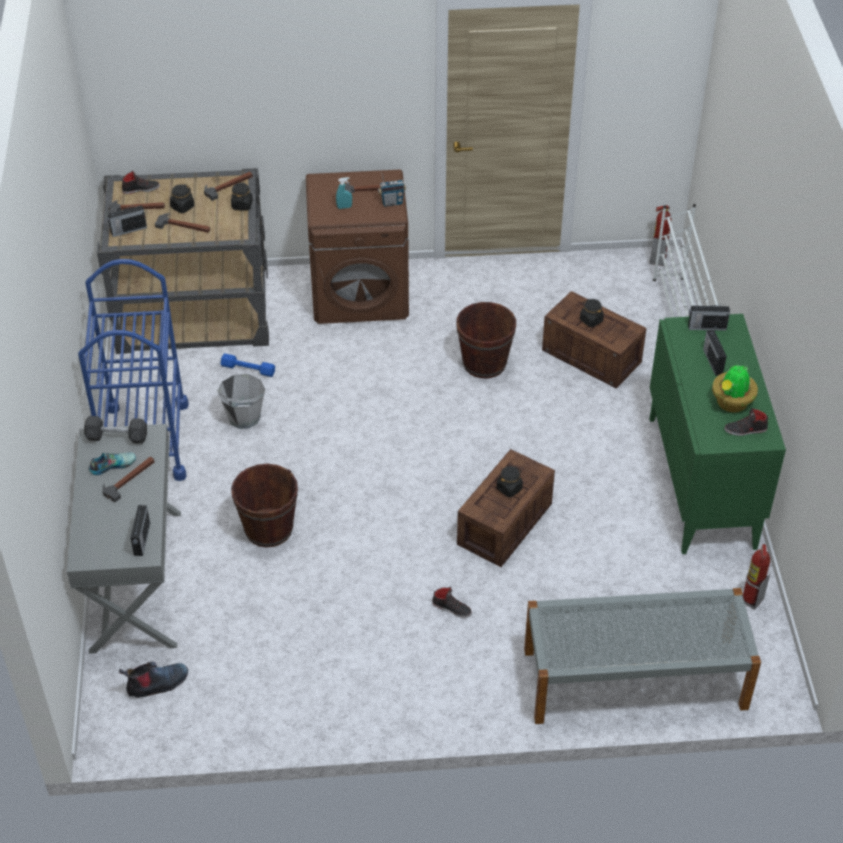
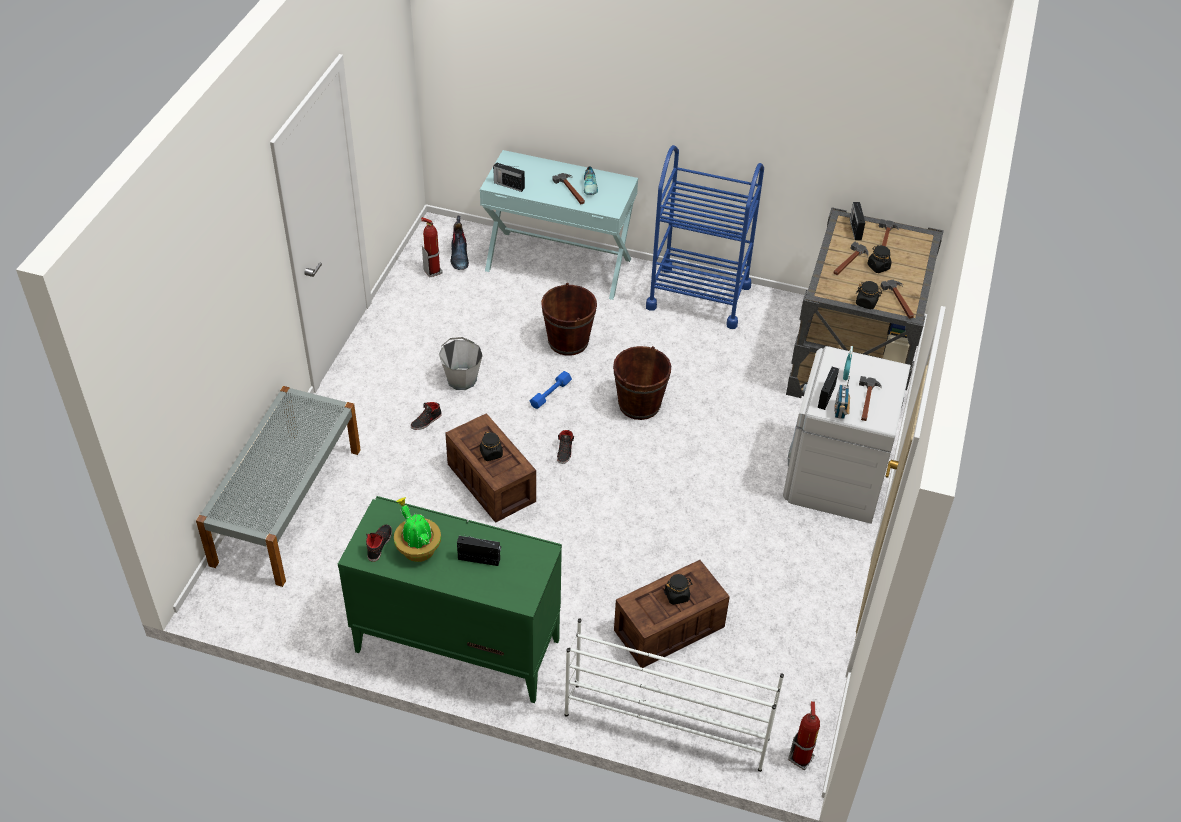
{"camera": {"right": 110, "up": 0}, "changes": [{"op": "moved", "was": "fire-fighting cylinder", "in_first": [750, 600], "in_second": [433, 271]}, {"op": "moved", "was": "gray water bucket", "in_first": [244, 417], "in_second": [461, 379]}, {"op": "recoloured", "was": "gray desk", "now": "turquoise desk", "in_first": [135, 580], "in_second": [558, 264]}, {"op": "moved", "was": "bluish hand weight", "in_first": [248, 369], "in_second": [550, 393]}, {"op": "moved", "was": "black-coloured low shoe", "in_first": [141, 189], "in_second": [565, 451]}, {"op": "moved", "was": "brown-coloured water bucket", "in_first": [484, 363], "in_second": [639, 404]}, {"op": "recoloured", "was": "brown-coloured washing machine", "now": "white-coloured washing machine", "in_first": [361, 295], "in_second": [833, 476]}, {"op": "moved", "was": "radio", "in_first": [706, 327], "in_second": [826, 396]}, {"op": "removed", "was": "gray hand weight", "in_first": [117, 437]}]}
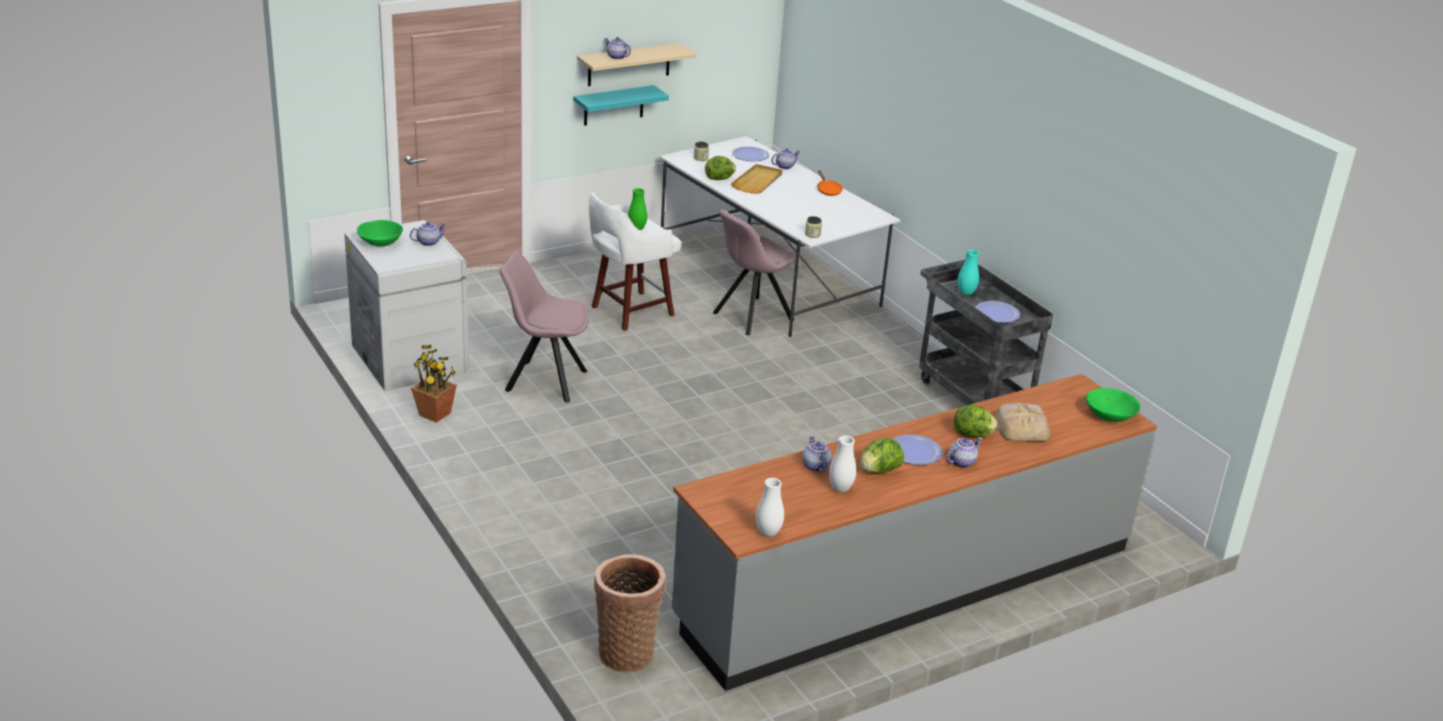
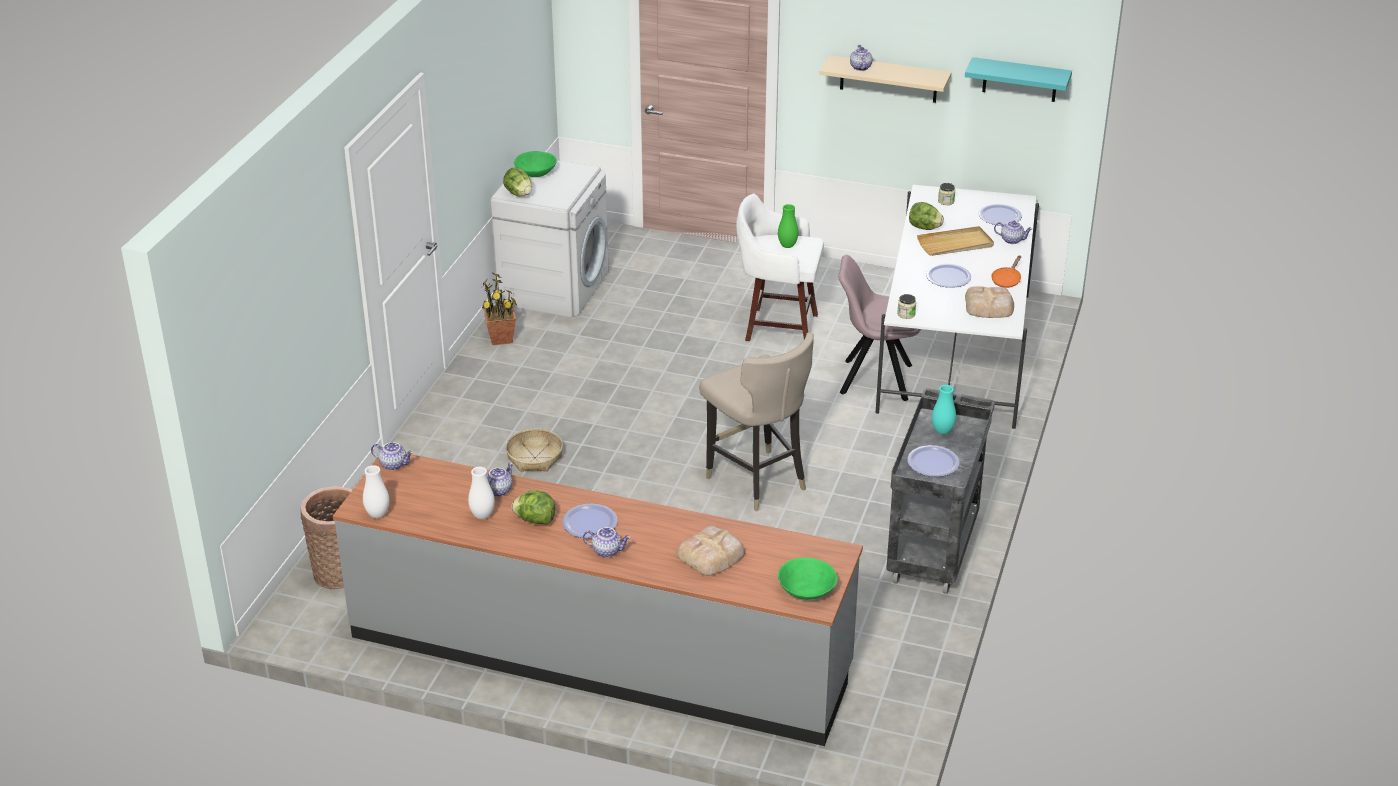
{"camera": {"right": 50, "up": 5}, "changes": [{"op": "moved", "was": "pot for tea", "in_first": [428, 242], "in_second": [394, 464]}, {"op": "moved", "was": "lettuce", "in_first": [972, 435], "in_second": [518, 194]}, {"op": "added", "now": "basket", "in_second": [534, 457]}, {"op": "added", "now": "beige-coloured stool seat", "in_second": [757, 481]}, {"op": "added", "now": "flat dish", "in_second": [948, 277]}, {"op": "moved", "was": "turquoise wall shelf", "in_first": [613, 105], "in_second": [1020, 80]}, {"op": "added", "now": "baked bread", "in_second": [989, 306]}, {"op": "removed", "was": "pink chair", "in_first": [545, 381]}]}
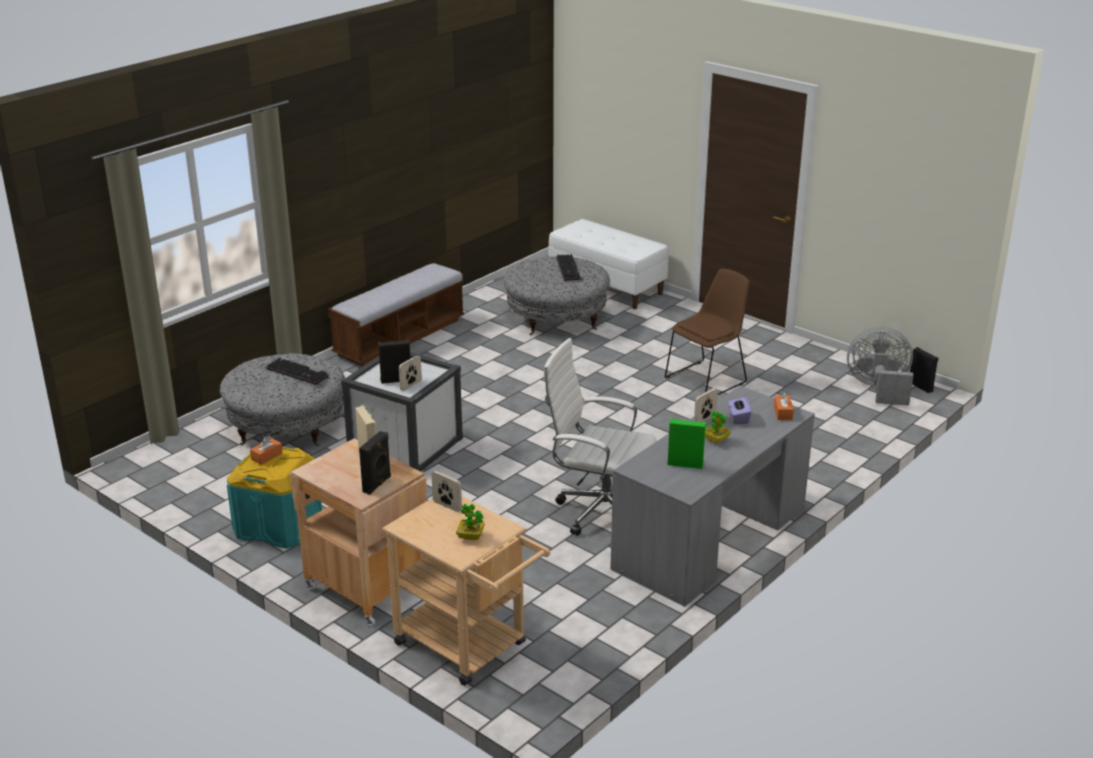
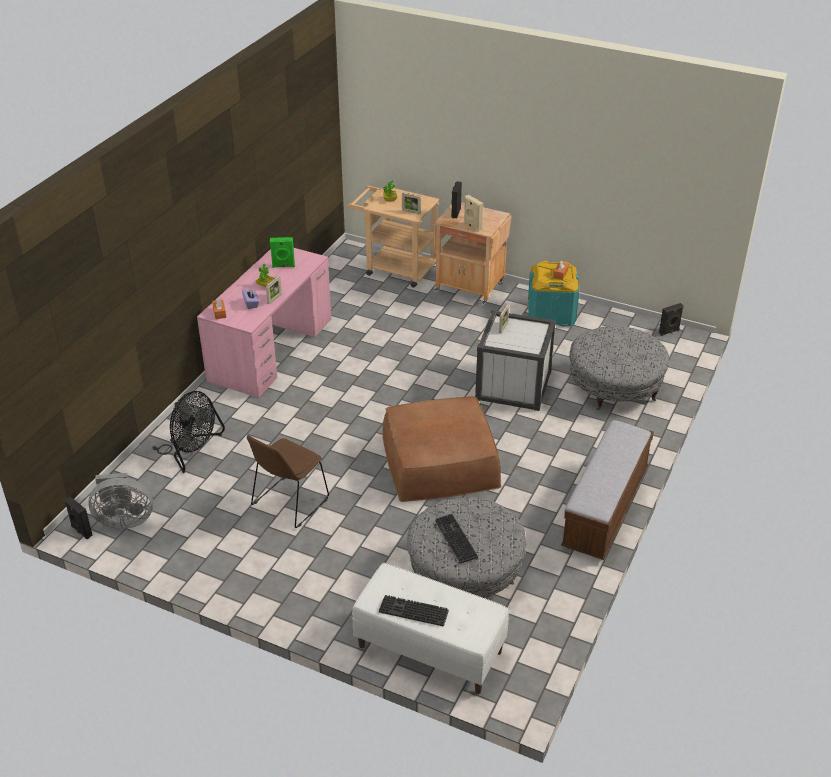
{"camera": {"right": 165, "up": 10}, "changes": [{"op": "added", "now": "black-coloured cooling fan", "in_second": [190, 450]}, {"op": "recoloured", "was": "gray desk", "now": "pink desk", "in_first": [709, 538], "in_second": [271, 349]}, {"op": "moved", "was": "PC keyboard", "in_first": [299, 373], "in_second": [412, 612]}, {"op": "added", "now": "brown-coloured pouffe", "in_second": [440, 461]}, {"op": "moved", "was": "black-coloured audio speaker", "in_first": [396, 380], "in_second": [669, 332]}, {"op": "removed", "was": "white-coloured office chair", "in_first": [599, 511]}]}
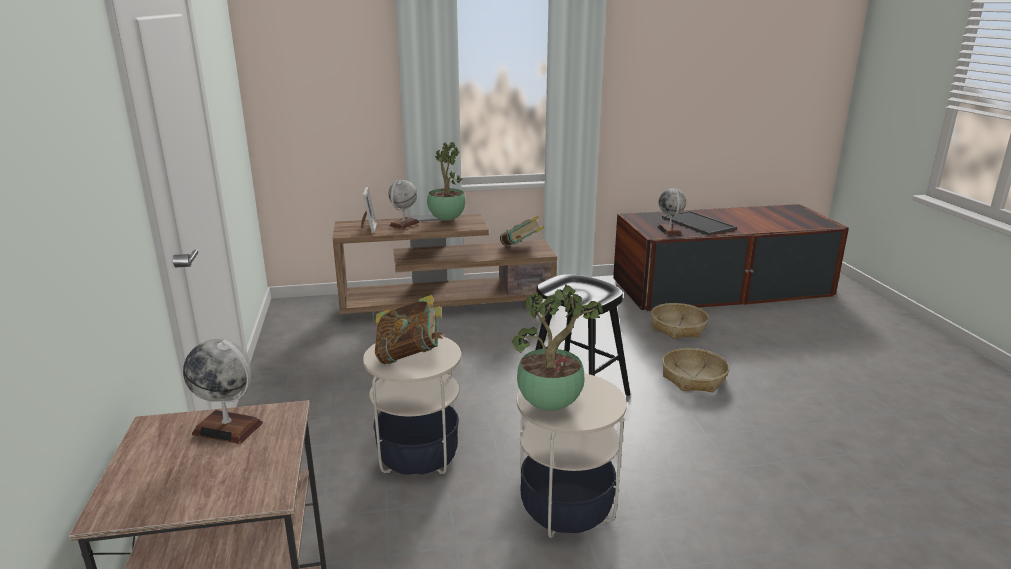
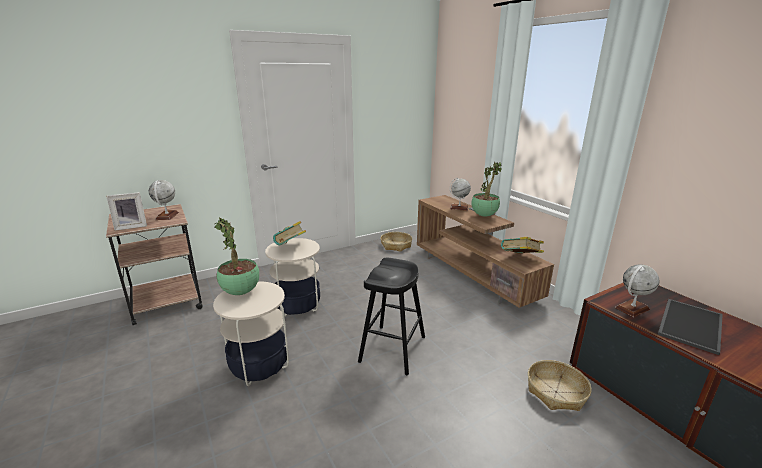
{"camera": {"right": 70, "up": 0}, "changes": [{"op": "moved", "was": "picture frame", "in_first": [368, 228], "in_second": [131, 226]}, {"op": "moved", "was": "basket", "in_first": [694, 378], "in_second": [396, 245]}]}
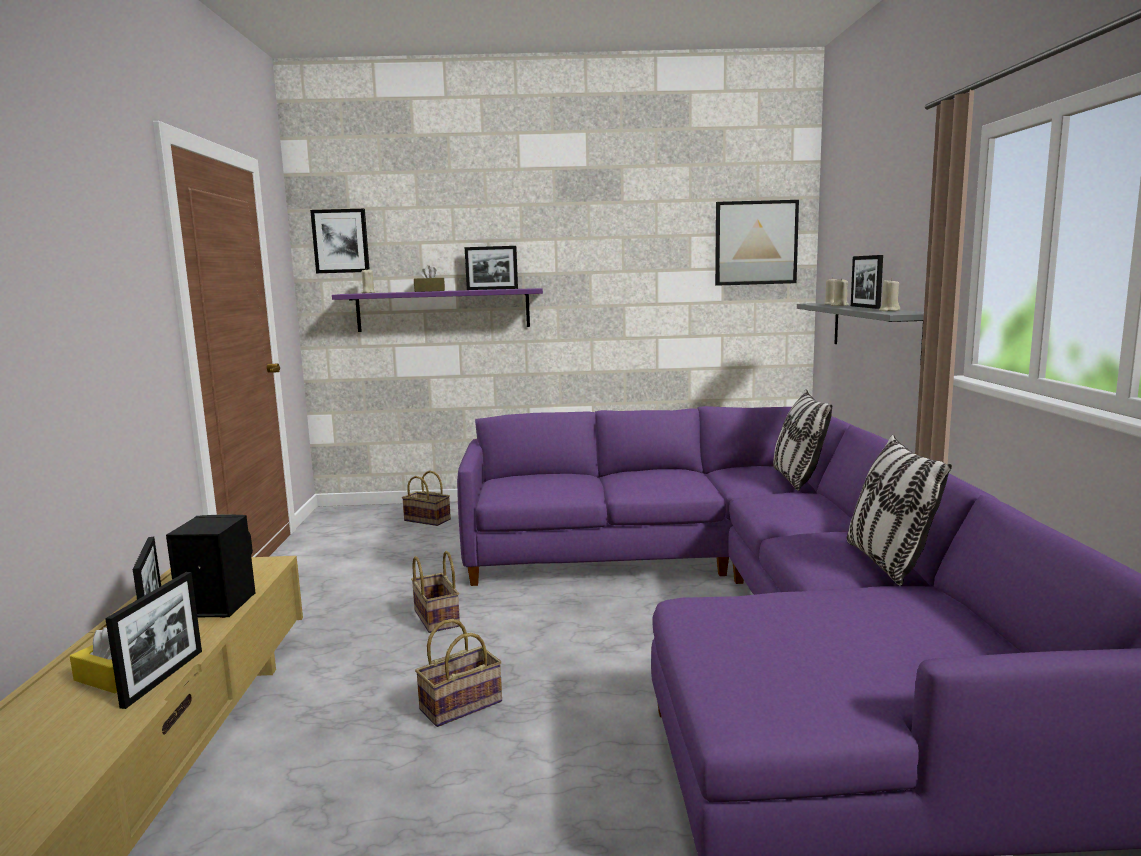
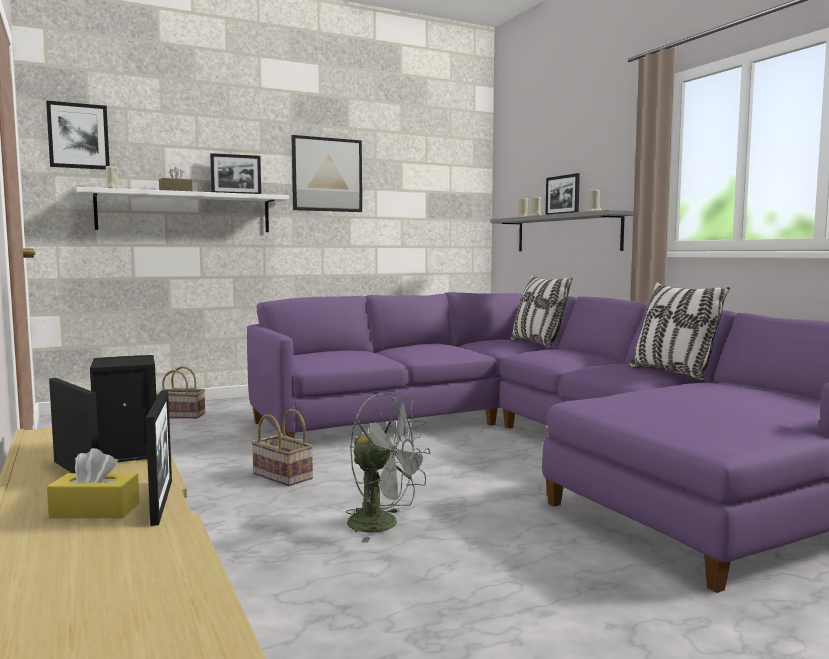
{"camera": {"right": -25, "up": -5}, "changes": [{"op": "recoloured", "was": "purple wall shelf", "now": "white-coloured wall shelf", "in_first": [443, 310], "in_second": [185, 212]}, {"op": "moved", "was": "wall art", "in_first": [756, 243], "in_second": [327, 175]}, {"op": "replaced", "was": "basket", "now": "gray cooling fan", "in_first": [462, 704], "in_second": [383, 525]}]}
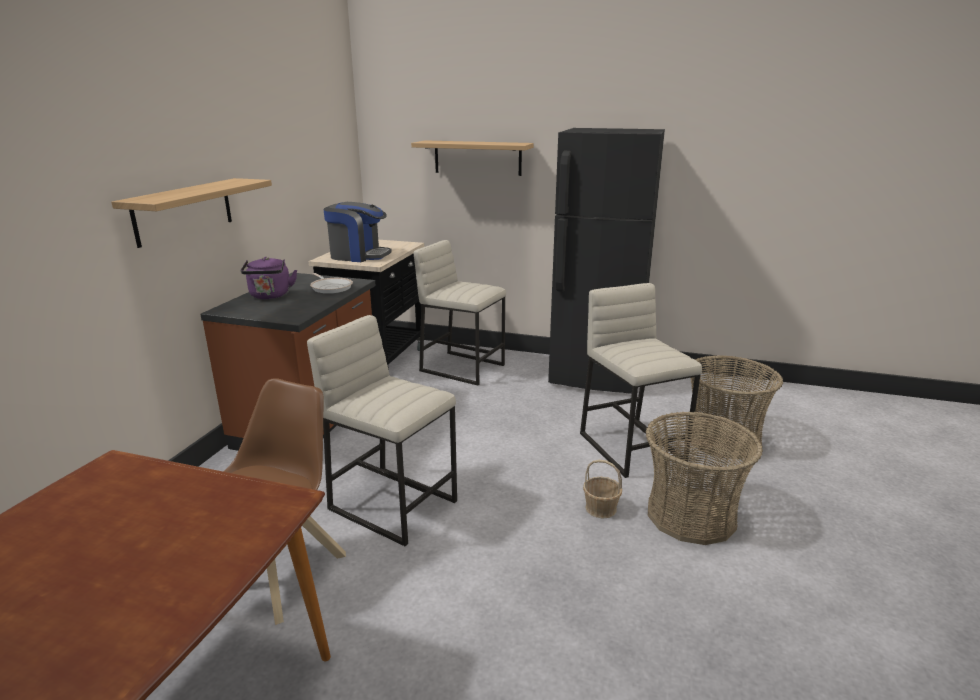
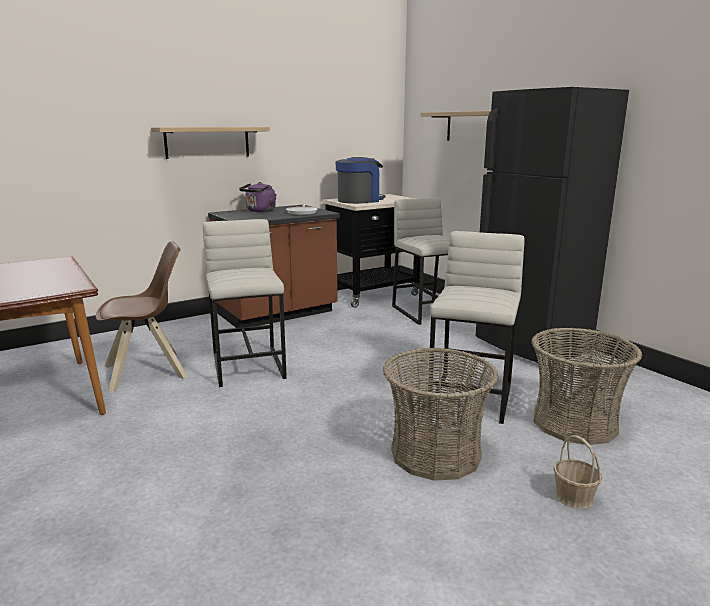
{"camera": {"right": 40, "up": -5}, "changes": [{"op": "turned", "was": "coffee maker", "in_first": [358, 256], "in_second": [359, 200], "clockwise": -90}, {"op": "moved", "was": "basket", "in_first": [601, 508], "in_second": [574, 497]}]}
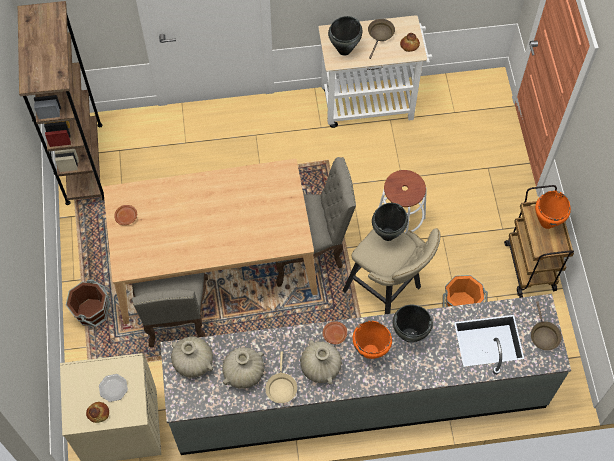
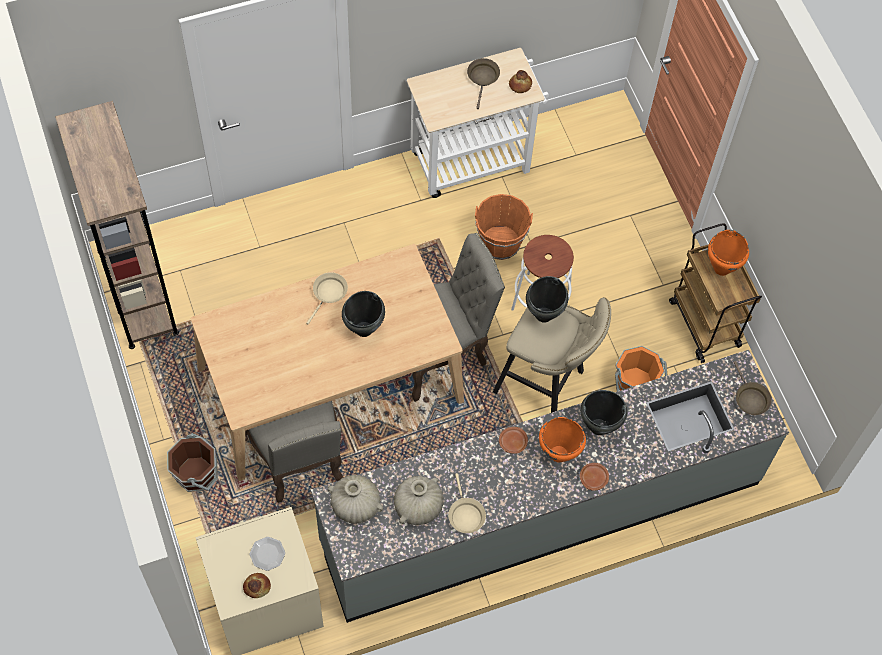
{"camera": {"right": -15, "up": 0}, "changes": [{"op": "added", "now": "beige-coloured frying pan", "in_second": [328, 294]}, {"op": "moved", "was": "black-coloured stockpot", "in_first": [344, 50], "in_second": [364, 329]}, {"op": "added", "now": "orange-coloured water bucket", "in_second": [500, 243]}, {"op": "moved", "was": "brown-coloured flat dish", "in_first": [126, 217], "in_second": [593, 478]}, {"op": "removed", "was": "beige-coloured flower vase", "in_first": [320, 367]}]}
